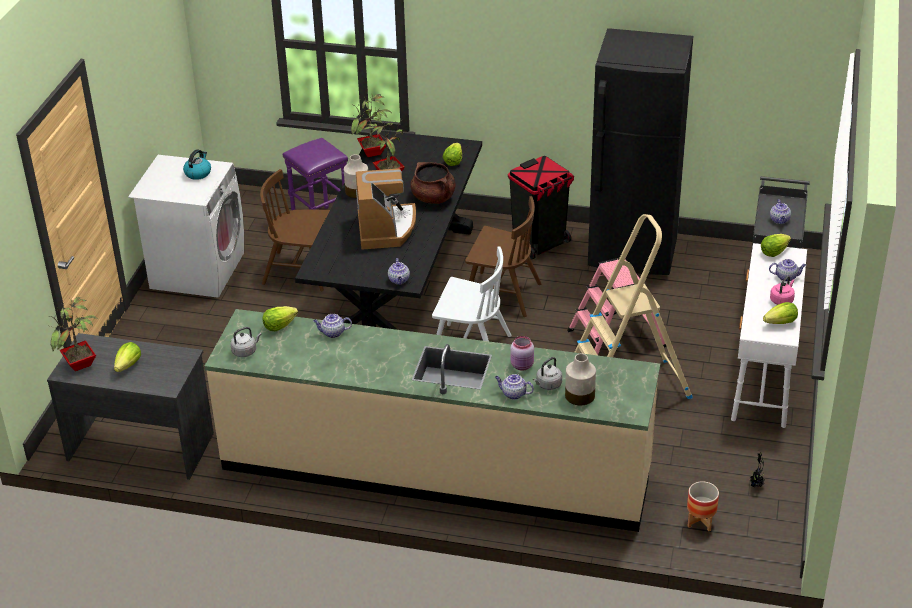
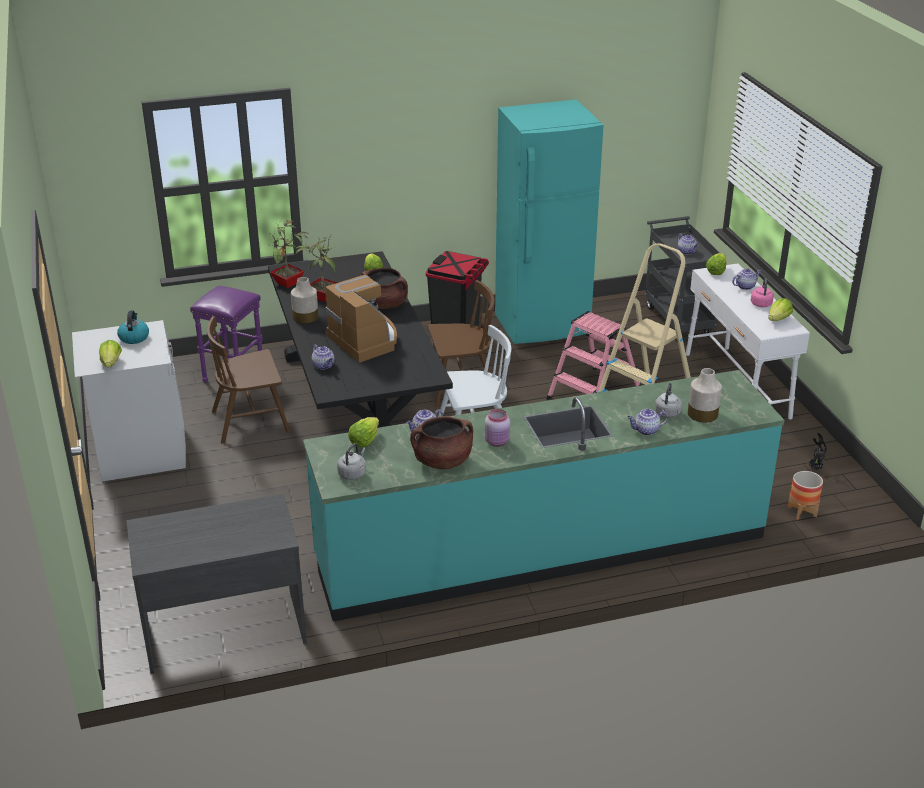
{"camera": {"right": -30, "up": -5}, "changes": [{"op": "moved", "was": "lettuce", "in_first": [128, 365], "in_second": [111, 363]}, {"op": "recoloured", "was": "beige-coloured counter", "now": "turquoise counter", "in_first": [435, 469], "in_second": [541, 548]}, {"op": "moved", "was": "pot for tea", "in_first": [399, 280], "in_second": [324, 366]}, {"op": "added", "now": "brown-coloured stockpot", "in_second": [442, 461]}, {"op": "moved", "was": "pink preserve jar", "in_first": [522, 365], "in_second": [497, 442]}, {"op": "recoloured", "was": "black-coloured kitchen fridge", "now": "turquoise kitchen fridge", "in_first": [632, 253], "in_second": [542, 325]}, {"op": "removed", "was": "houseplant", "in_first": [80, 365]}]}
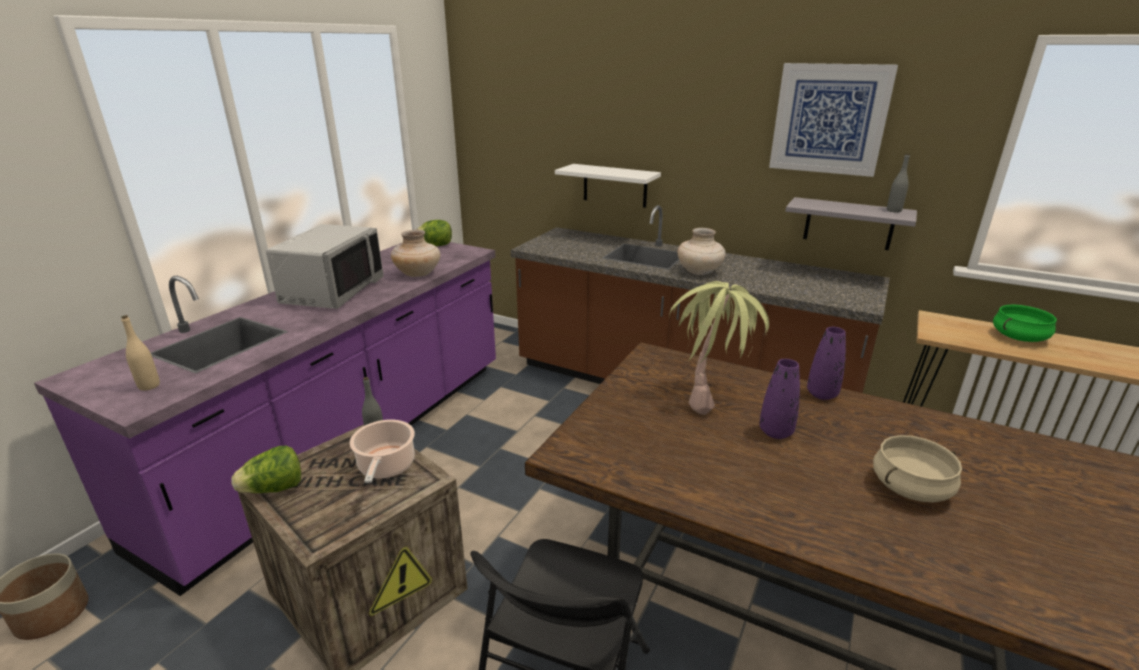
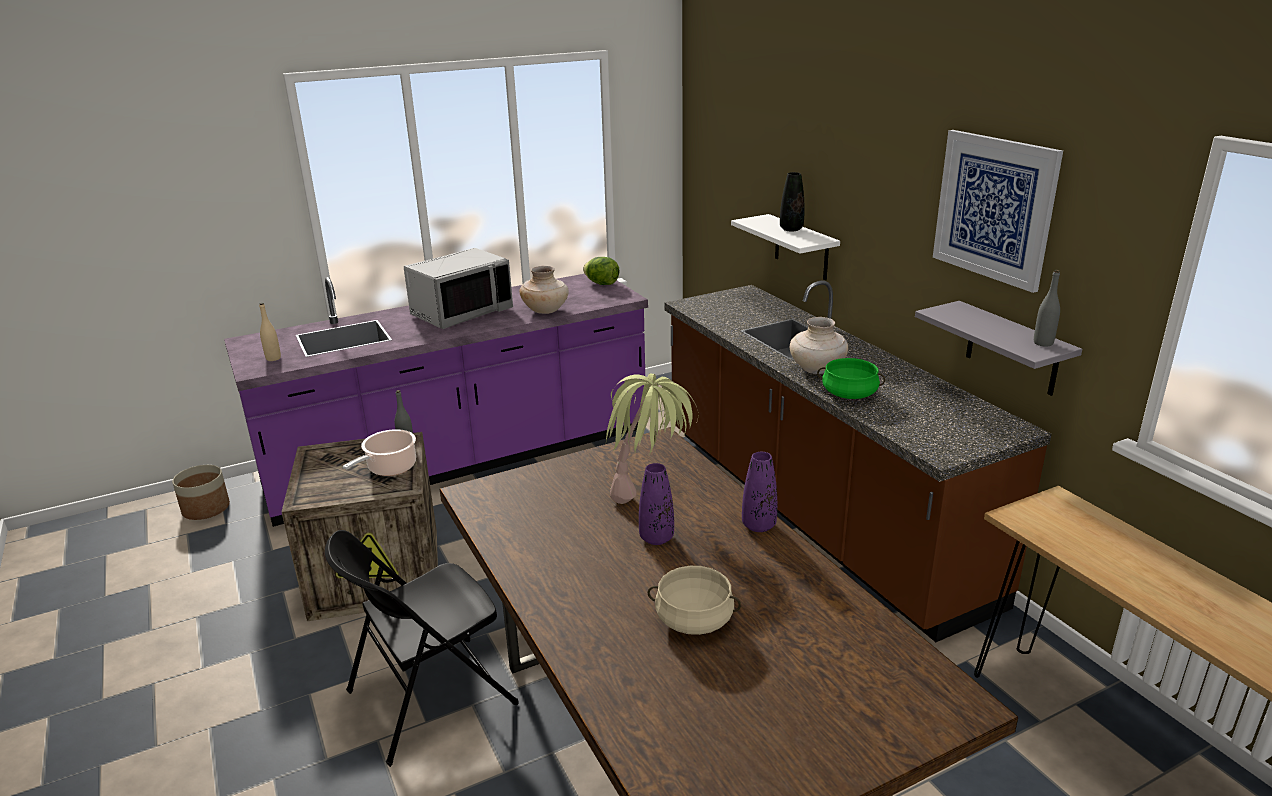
{"camera": {"right": 35, "up": 0}, "changes": [{"op": "added", "now": "black-coloured flower vase", "in_second": [791, 229]}, {"op": "moved", "was": "greenish stockpot", "in_first": [1019, 337], "in_second": [849, 394]}, {"op": "removed", "was": "lettuce", "in_first": [274, 489]}]}
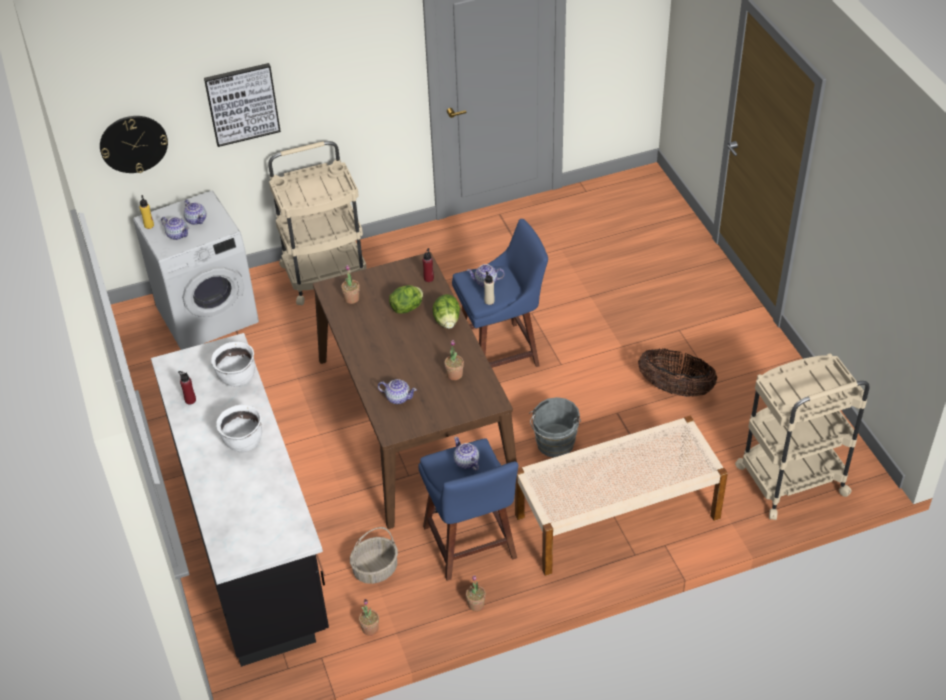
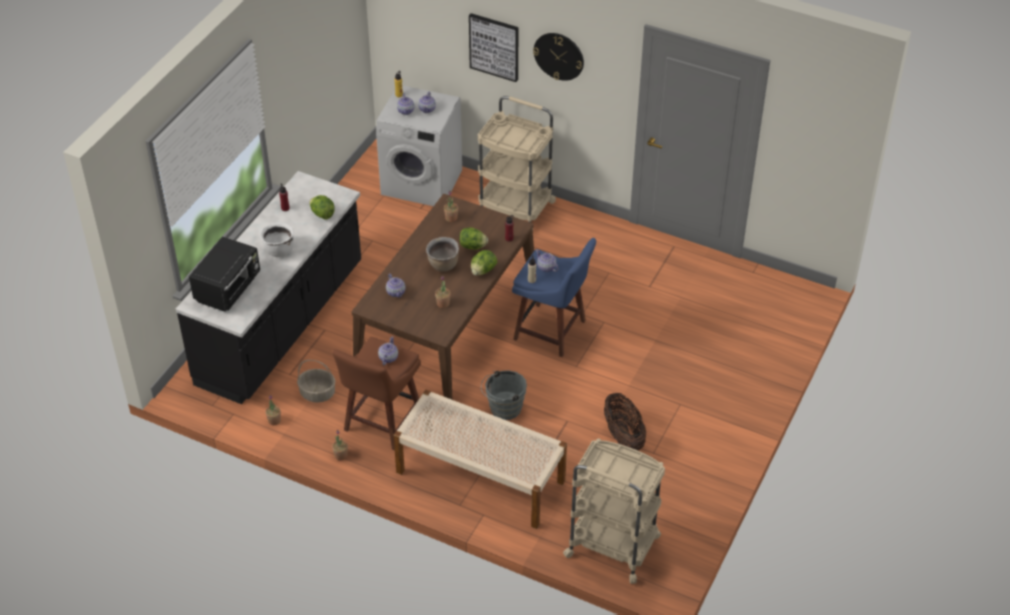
{"camera": {"right": 45, "up": 0}, "changes": [{"op": "added", "now": "black-coloured kitchen microwave", "in_second": [229, 288]}, {"op": "replaced", "was": "white-coloured stockpot", "now": "lettuce", "in_first": [237, 378], "in_second": [322, 214]}, {"op": "recoloured", "was": "bluish stool seat", "now": "brown-coloured stool seat", "in_first": [470, 546], "in_second": [381, 423]}, {"op": "added", "now": "brown-coloured stockpot", "in_second": [443, 265]}, {"op": "moved", "was": "wall clock", "in_first": [133, 143], "in_second": [559, 56]}]}
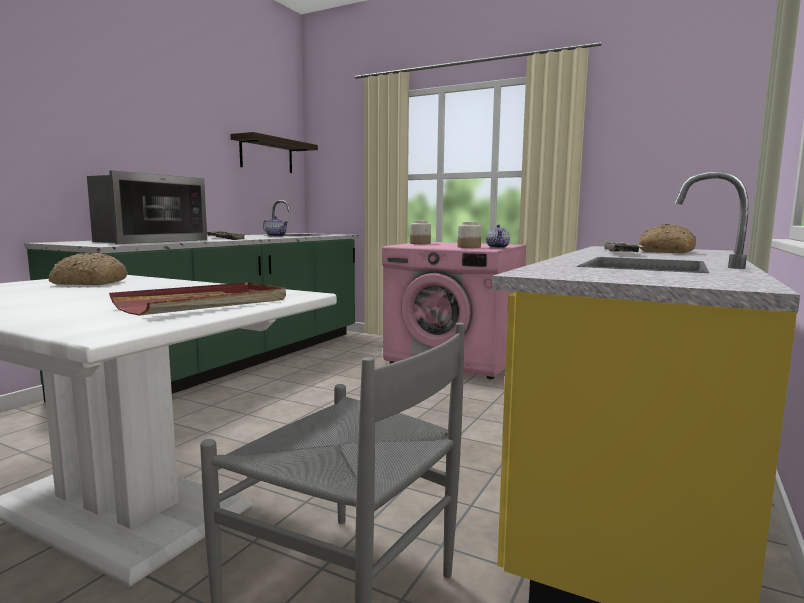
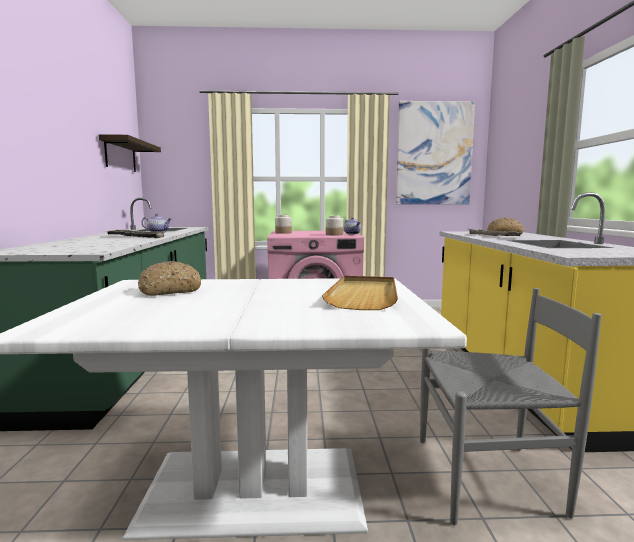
{"camera": {"right": -30, "up": 0}, "changes": [{"op": "recoloured", "was": "red tray", "now": "beige-coloured tray", "in_first": [205, 303], "in_second": [364, 295]}, {"op": "added", "now": "wall art", "in_second": [434, 154]}, {"op": "removed", "was": "kitchen microwave", "in_first": [148, 241]}]}
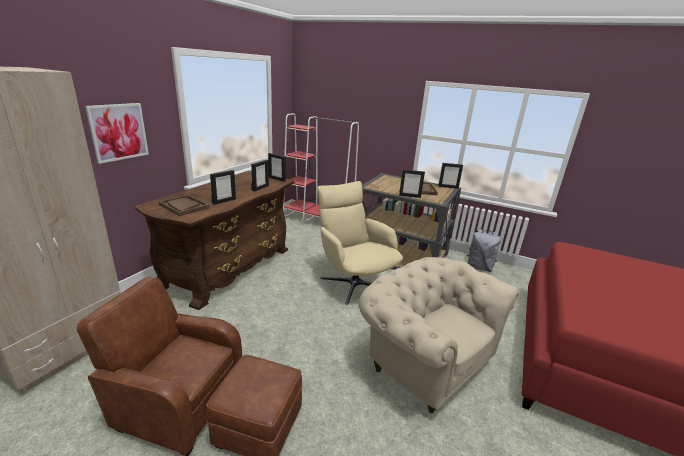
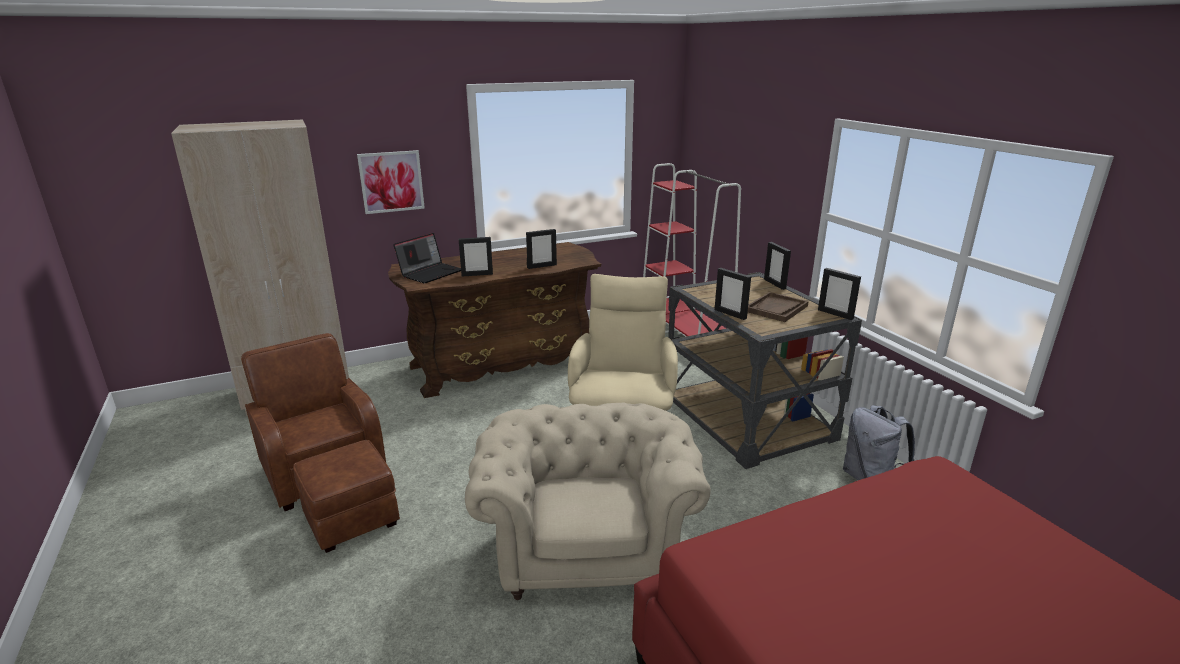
{"camera": {"right": 40, "up": 0}, "changes": [{"op": "replaced", "was": "brown-coloured tray", "now": "notebook computer", "in_first": [183, 206], "in_second": [430, 273]}, {"op": "moved", "was": "picture frame", "in_first": [277, 179], "in_second": [775, 284]}]}
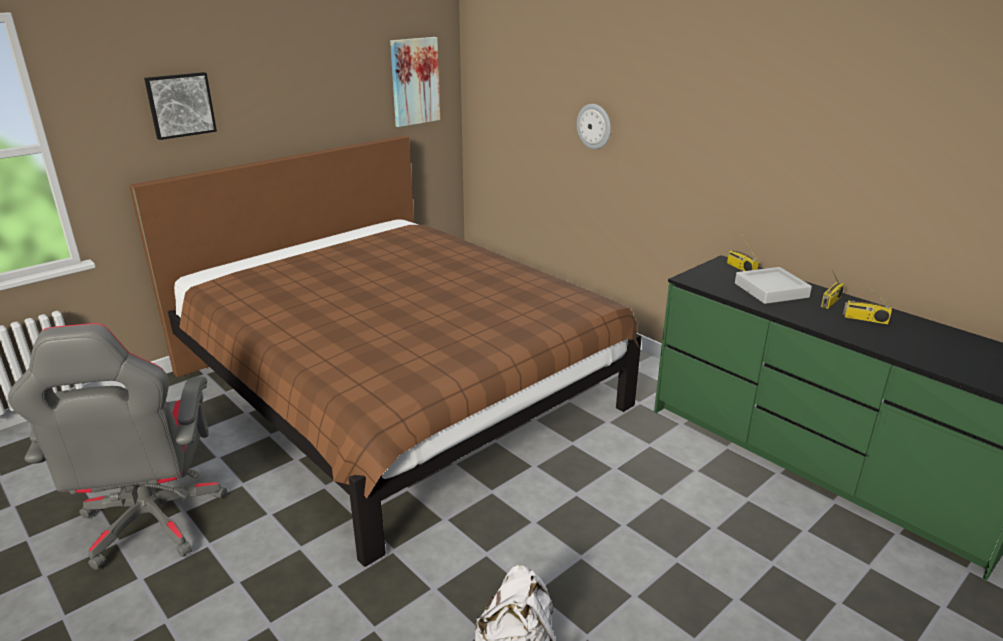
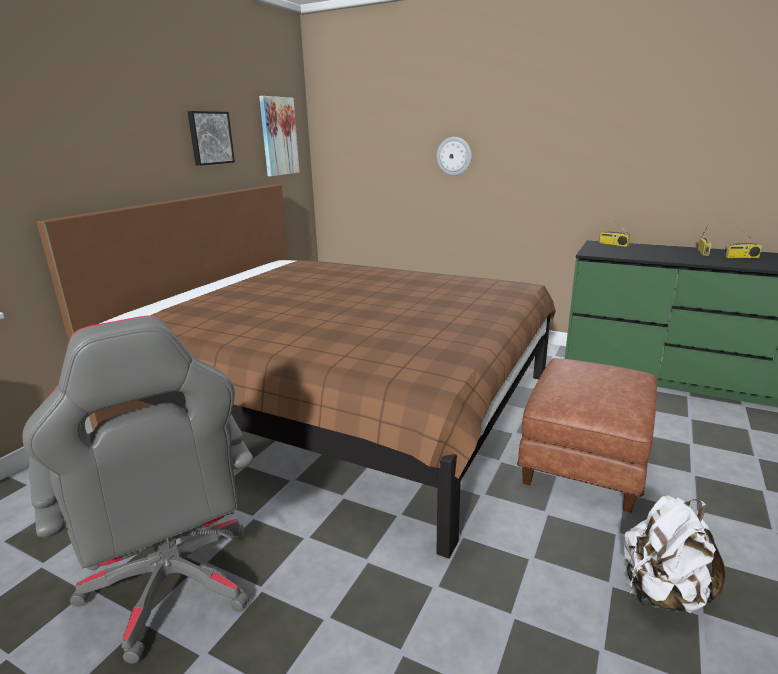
{"camera": {"right": -20, "up": -5}, "changes": [{"op": "moved", "was": "wall art", "in_first": [180, 105], "in_second": [210, 138]}, {"op": "added", "now": "brown-coloured pouffe", "in_second": [583, 460]}, {"op": "removed", "was": "gray tray", "in_first": [771, 290]}]}
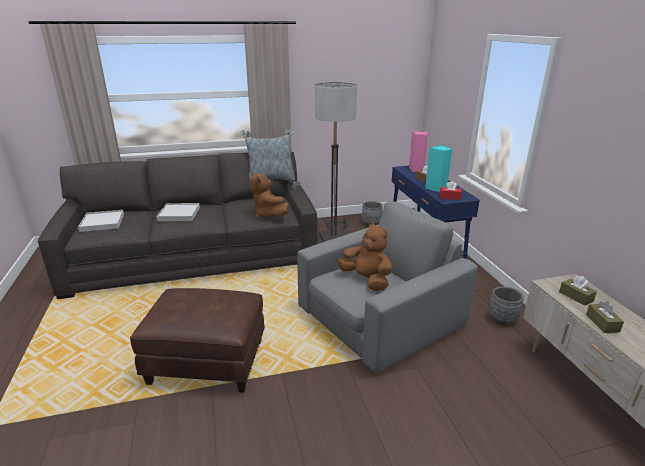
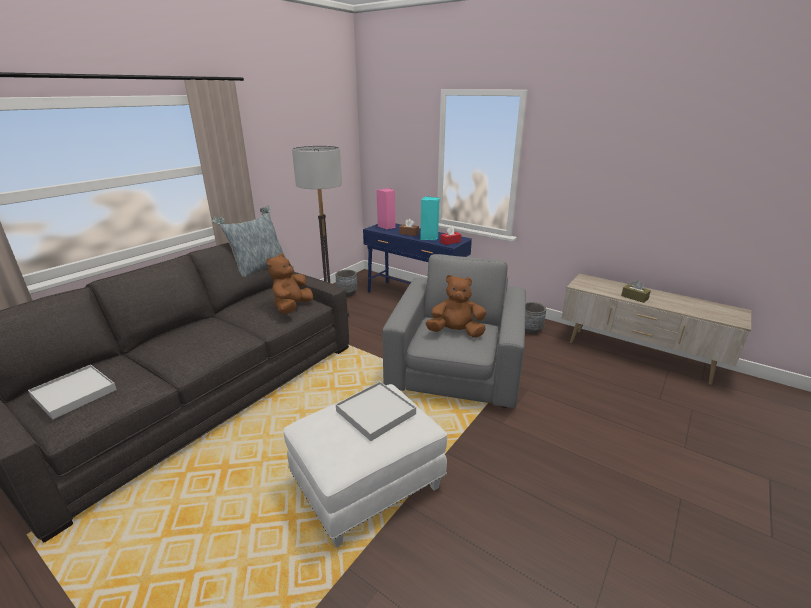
{"camera": {"right": -40, "up": 0}, "changes": [{"op": "turned", "was": "brown-coloured cuddly toy", "in_first": [268, 214], "in_second": [292, 308], "clockwise": 90}, {"op": "recoloured", "was": "brown-coloured pouffe", "now": "white-coloured pouffe", "in_first": [206, 362], "in_second": [367, 486]}, {"op": "moved", "was": "white-coloured tray", "in_first": [179, 214], "in_second": [375, 412]}, {"op": "removed", "was": "brown-coloured box of tissues", "in_first": [576, 296]}]}
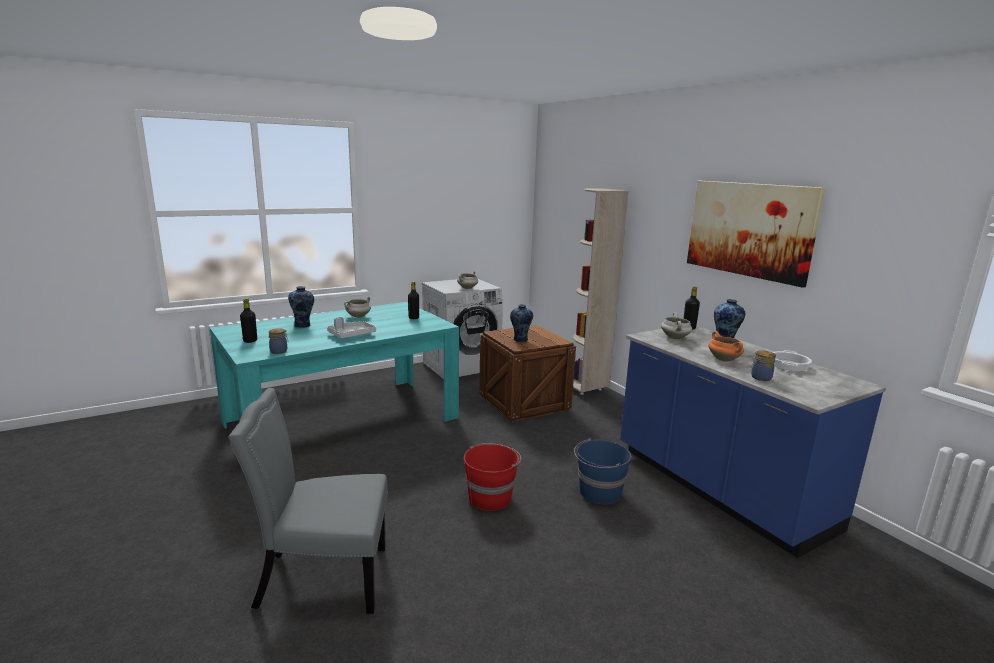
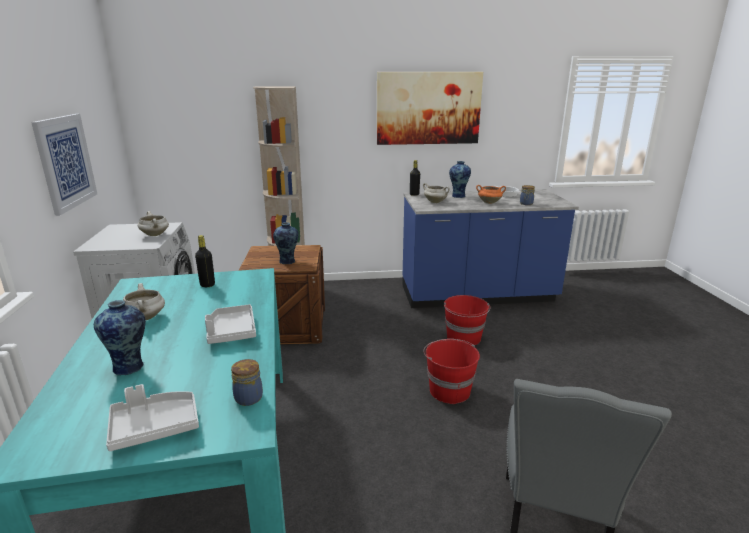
{"camera": {"right": -65, "up": 5}, "changes": [{"op": "added", "now": "wall art", "in_second": [65, 162]}, {"op": "replaced", "was": "black-coloured beverage bottle", "now": "gray tray", "in_first": [250, 341], "in_second": [154, 427]}, {"op": "recoloured", "was": "bluish water bucket", "now": "red water bucket", "in_first": [599, 492], "in_second": [464, 338]}]}
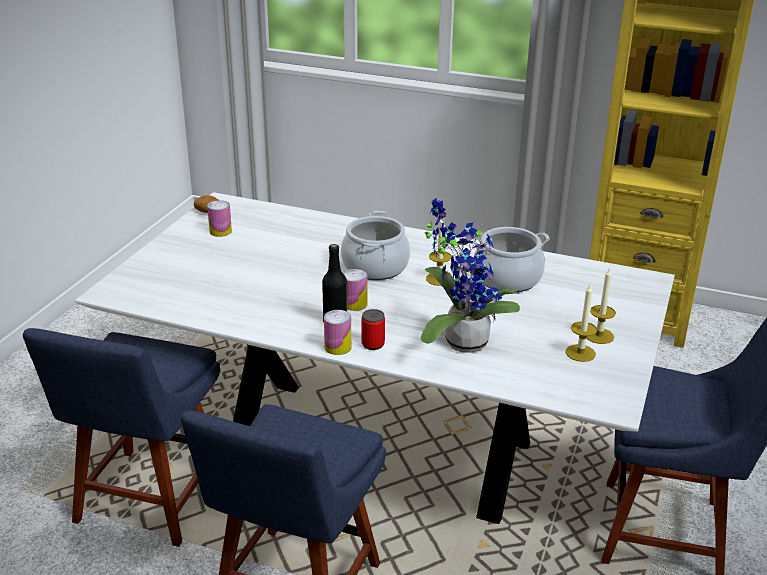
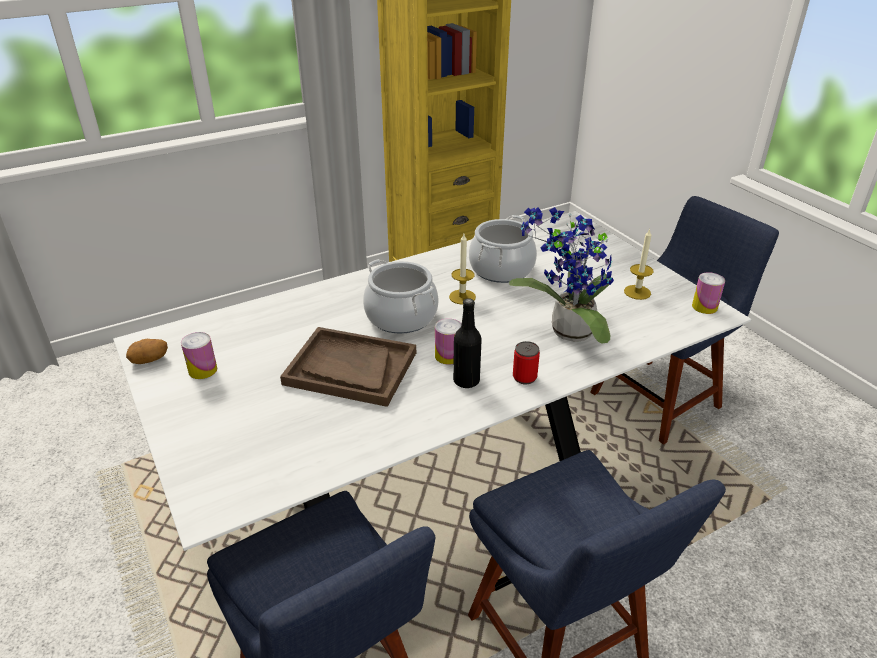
{"camera": {"right": -50, "up": 5}, "changes": [{"op": "added", "now": "brown-coloured tray", "in_second": [350, 368]}, {"op": "moved", "was": "can", "in_first": [338, 347], "in_second": [704, 307]}, {"op": "removed", "was": "wax candle", "in_first": [599, 336]}]}
